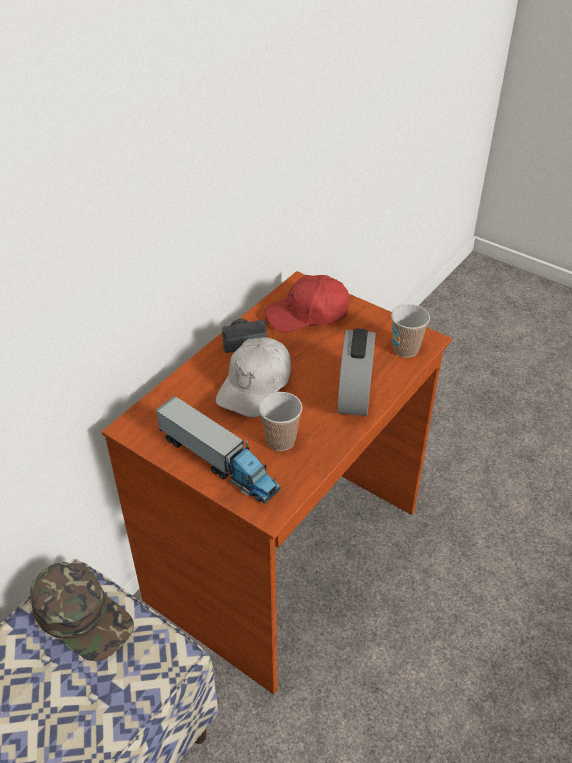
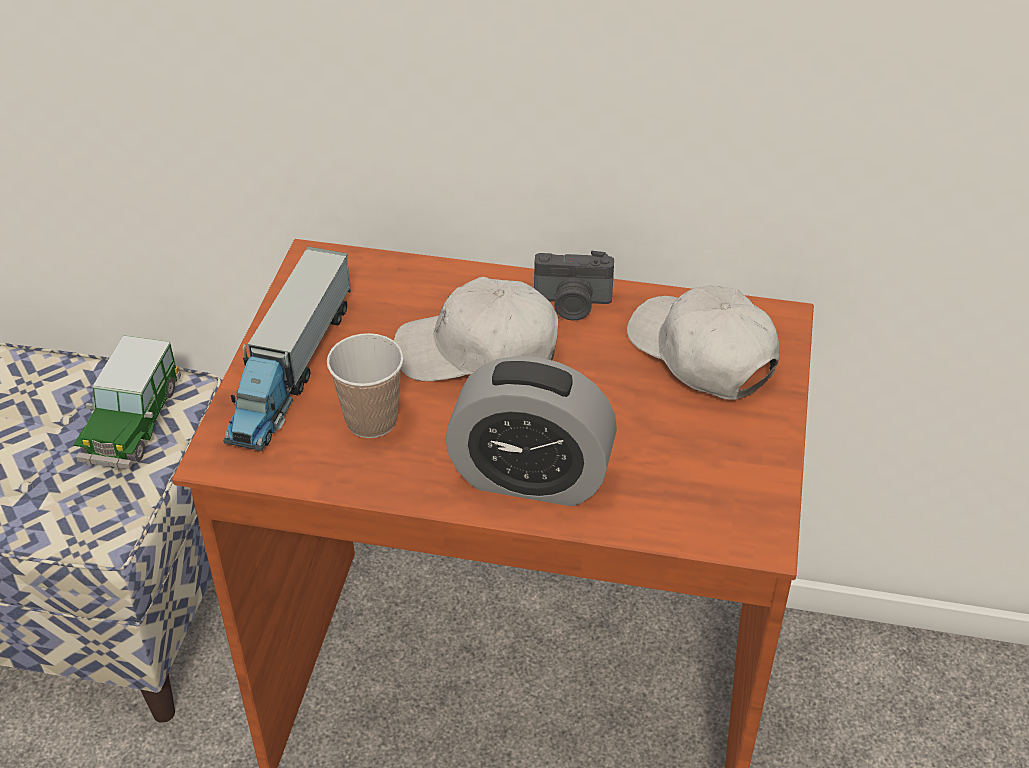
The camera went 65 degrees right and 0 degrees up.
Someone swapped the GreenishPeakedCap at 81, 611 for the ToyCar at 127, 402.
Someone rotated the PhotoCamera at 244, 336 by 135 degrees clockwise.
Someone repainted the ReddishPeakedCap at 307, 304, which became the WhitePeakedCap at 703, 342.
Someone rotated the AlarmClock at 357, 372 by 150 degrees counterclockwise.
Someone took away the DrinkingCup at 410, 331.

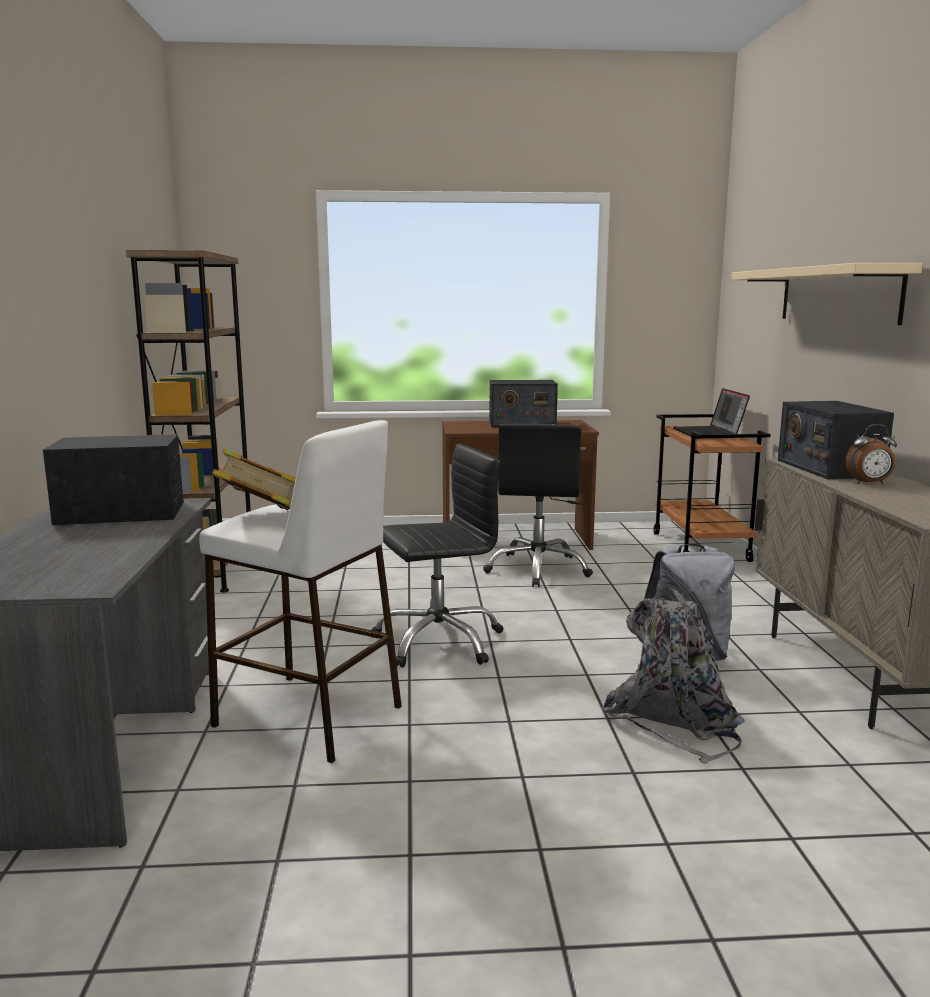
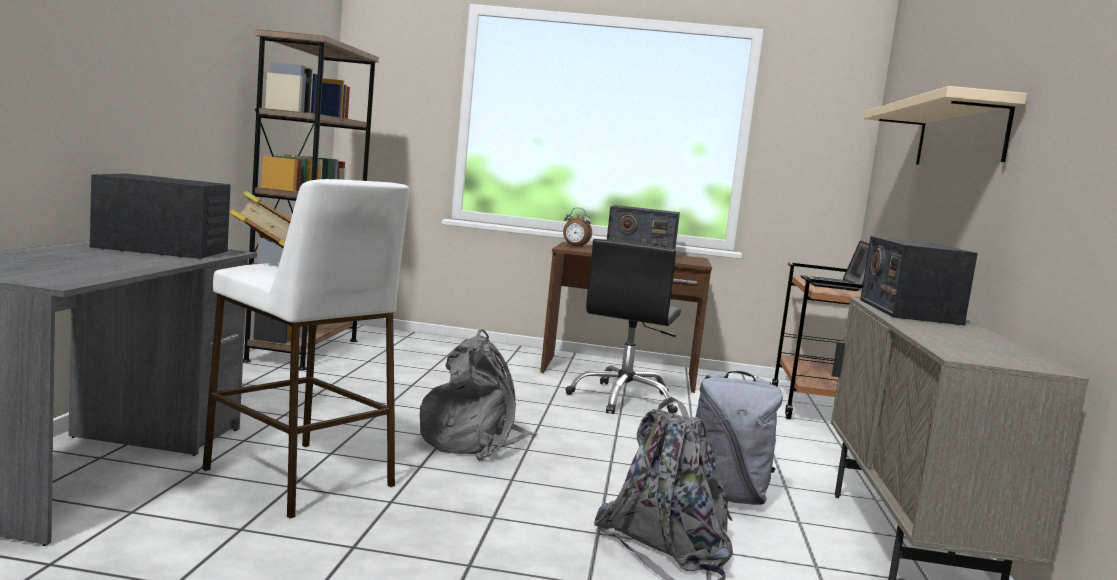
The camera went 10 degrees right and 5 degrees down.
Someone swapped the BlackColouredComputerChair at 437, 556 for the GrayBackpack at 479, 395.
Someone carried the AlarmClock from 871, 454 to 577, 228.

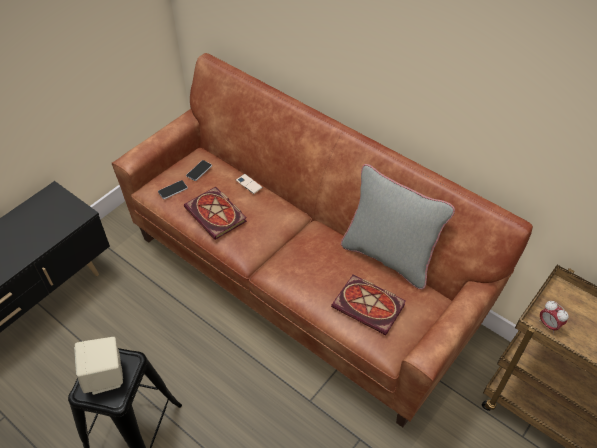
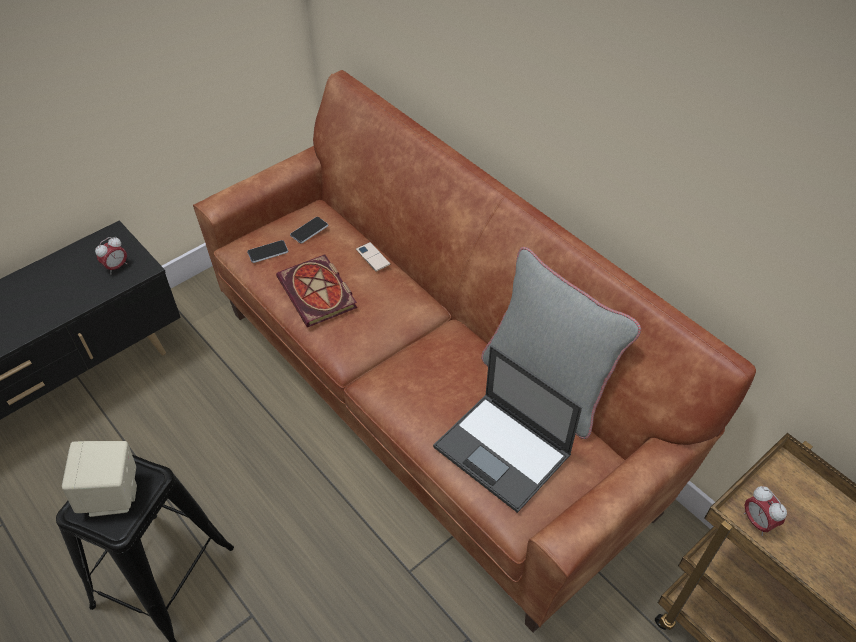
The camera went 10 degrees right and 0 degrees up.
Someone swapped the Volume at 368, 305 for the NotebookComputer at 507, 429.
Someone put down the AlarmClock at 111, 255.

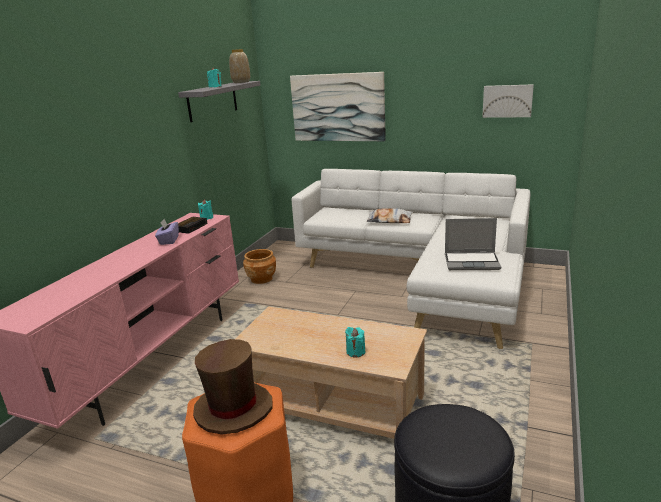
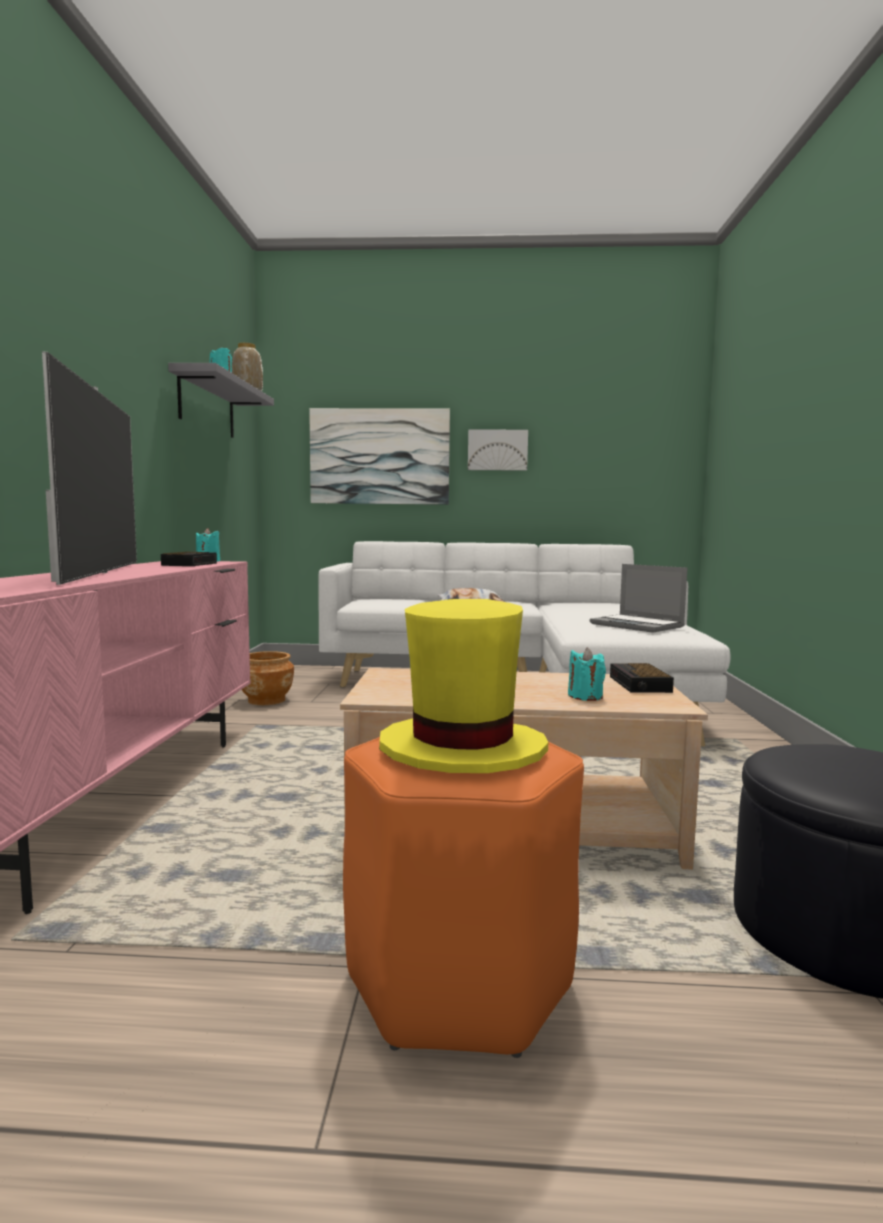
The camera went 20 degrees left and 15 degrees down.
Someone took away the PurpleTissueBox at 167, 232.
Someone repainted the BrownColouredClothingHat at 232, 387, which became the YellowColouredClothingHat at 463, 686.
Someone rotated the NotebookComputer at 473, 244 by 60 degrees clockwise.
Someone carried the WallArt from 508, 101 to 498, 450.
Someone put down the Tv at 89, 468.
Someone put down the AlarmClock at 642, 678.

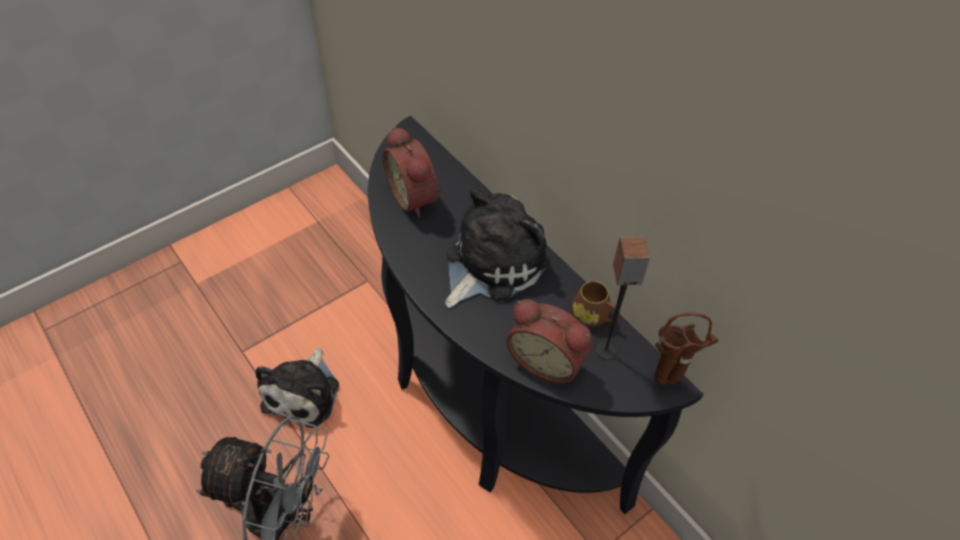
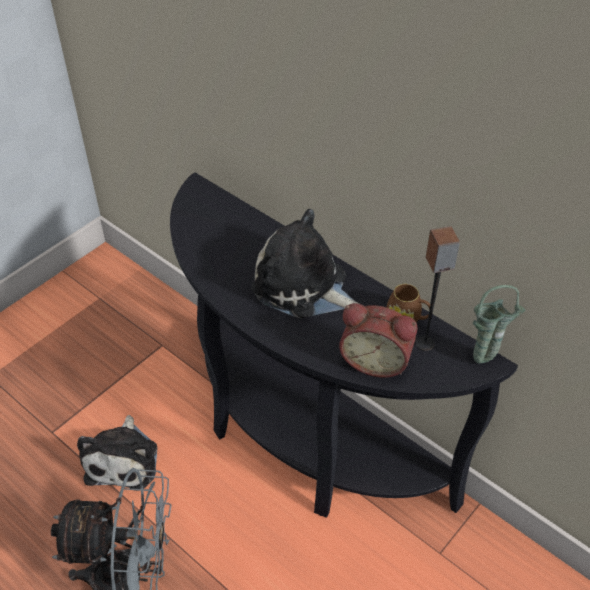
The camera went 10 degrees left and 5 degrees down.
Someone took away the AlarmClock at 411, 171.
Someone rotated the CuddlyToy at 497, 248 by 90 degrees counterclockwise.
Someone repainted the BrownColouredDecorativeVase at 686, 348, which became the GreenishDecorativeVase at 499, 324.

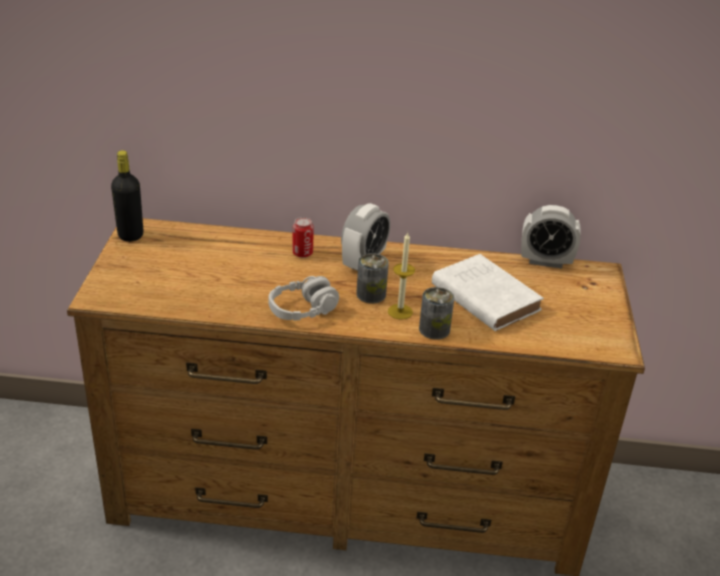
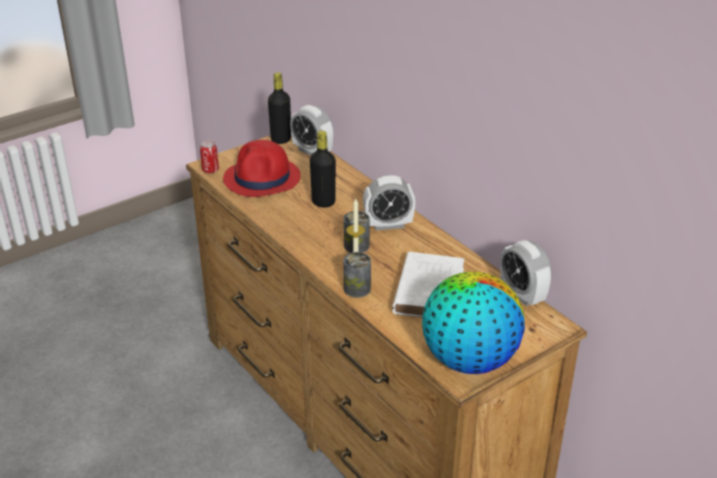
The camera went 50 degrees right and 0 degrees up.
Someone took away the GrayHeadset at 304, 298.
Someone carried the Can from 303, 237 to 209, 157.
Someone put down the ReddishClothingHat at 262, 168.
Someone put down the AlarmClock at 311, 130.
Someone put down the BlackColouredBottle at 323, 169.
Someone put down the Globe at 473, 323.

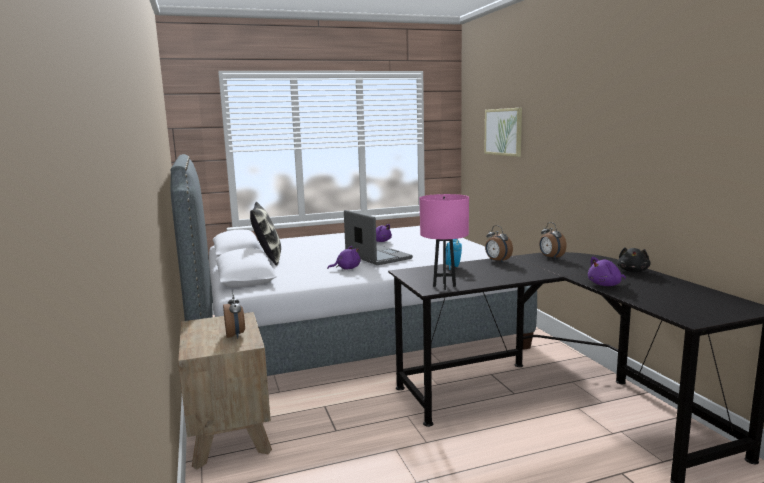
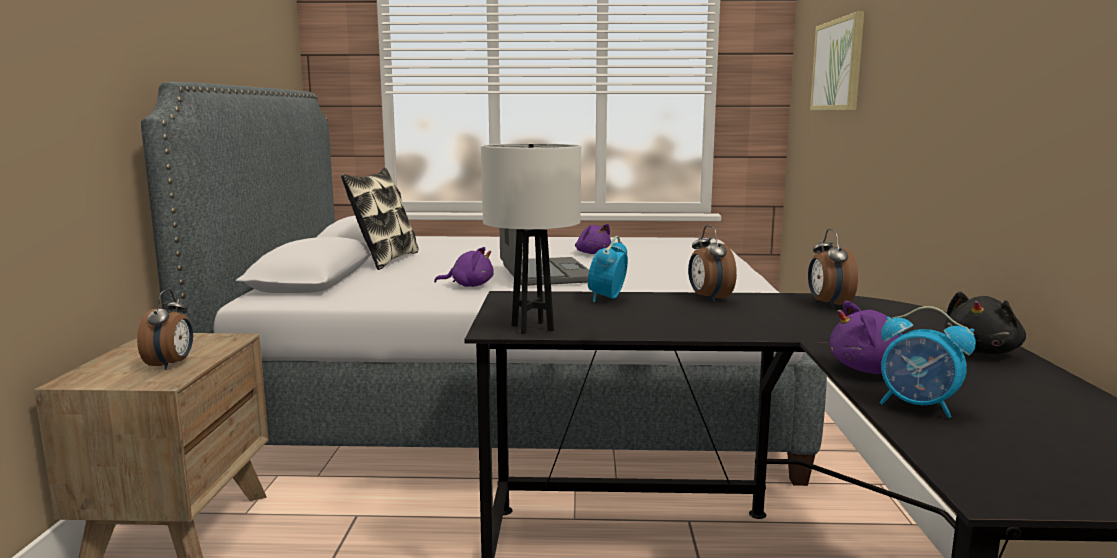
The camera went 20 degrees right and 0 degrees up.
Someone repainted the PinkishTableLamp at 444, 242, which became the WhiteTableLamp at 531, 239.
Someone put down the AlarmClock at 928, 362.

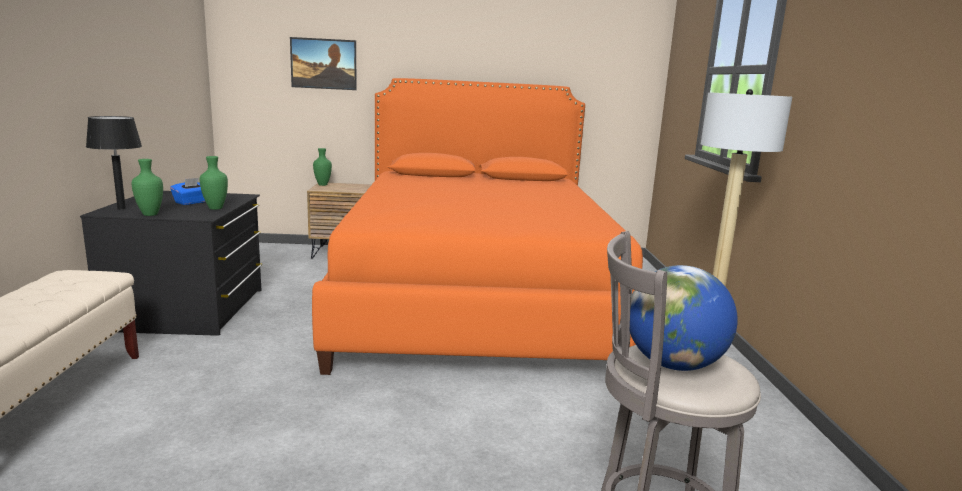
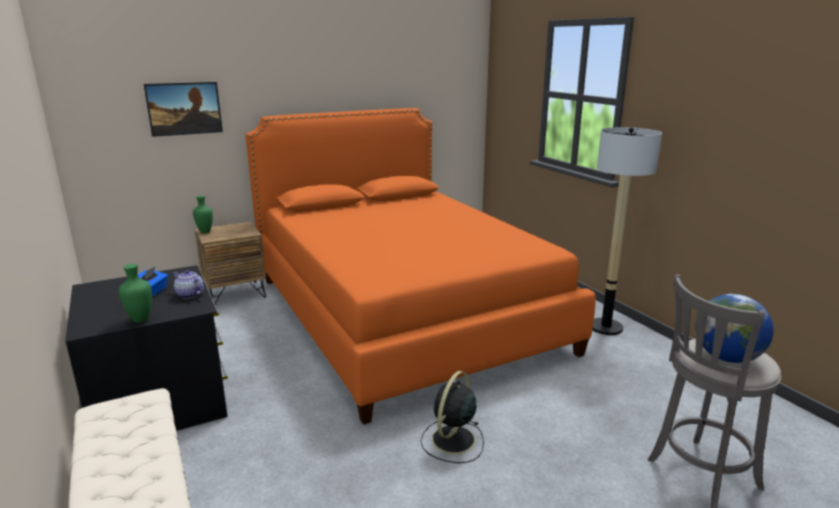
The camera went 25 degrees left and 5 degrees up.
Someone took away the BlackColouredTableLamp at 114, 163.
Someone swapped the GreenishDecorativeVase at 214, 183 for the PotForTea at 188, 284.
Someone put down the BlackColouredElectricFan at 452, 417.

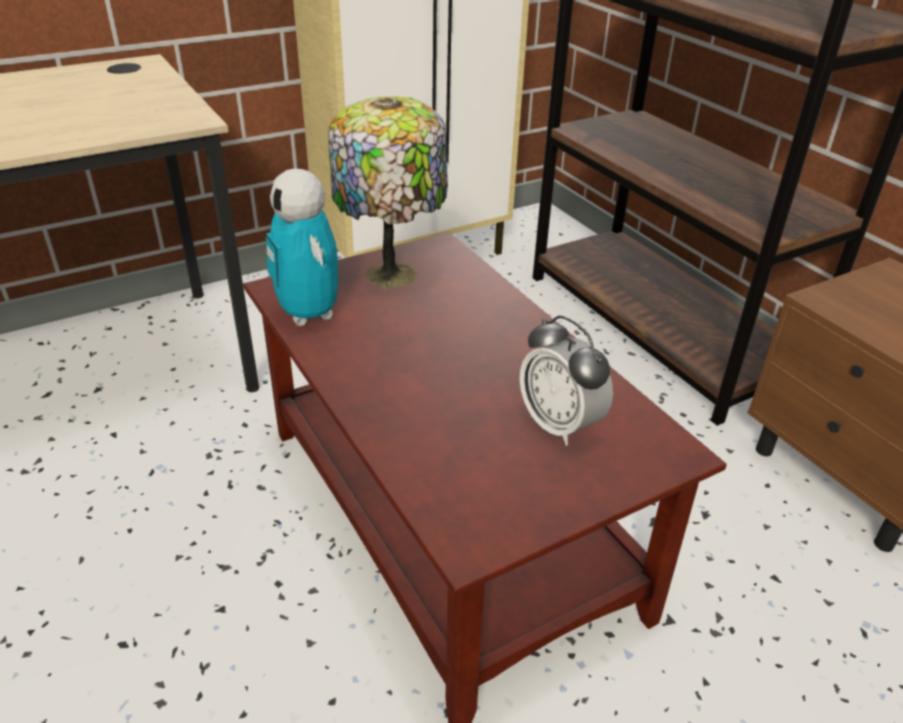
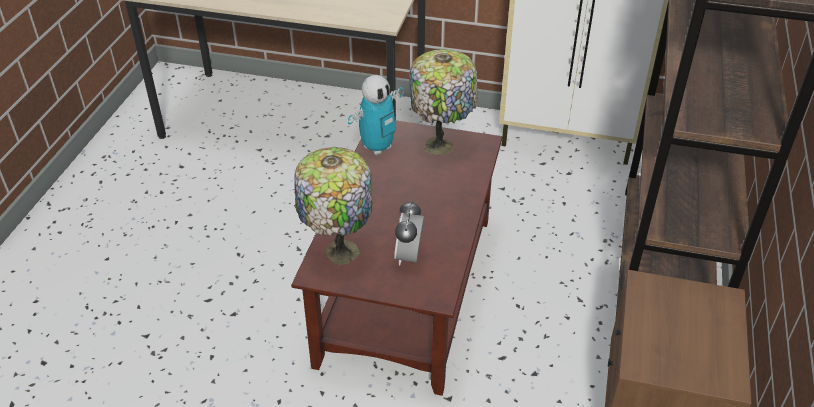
The camera went 45 degrees right and 5 degrees up.
Someone rotated the ToyRobot at 302, 247 by 150 degrees counterclockwise.
Someone put down the TableLamp at 333, 206.

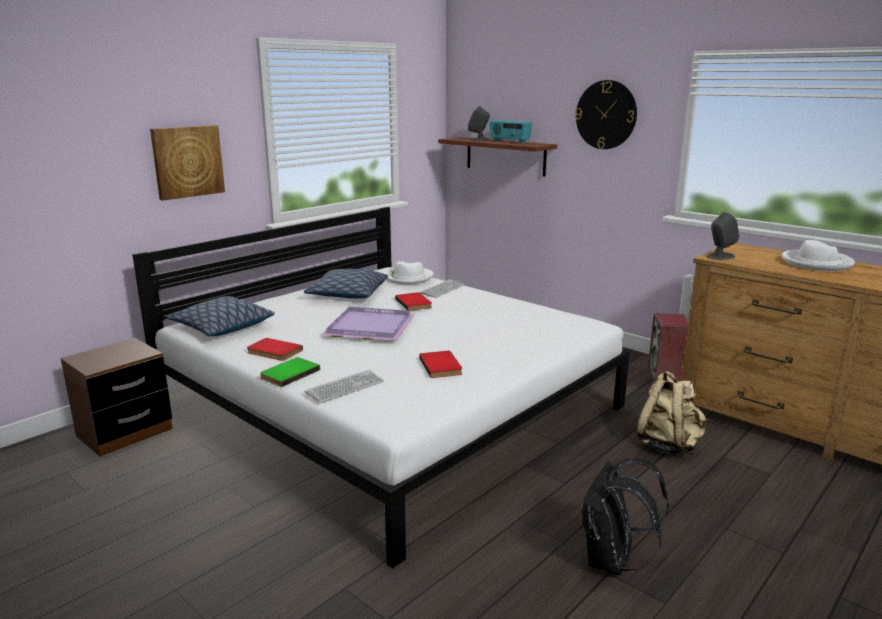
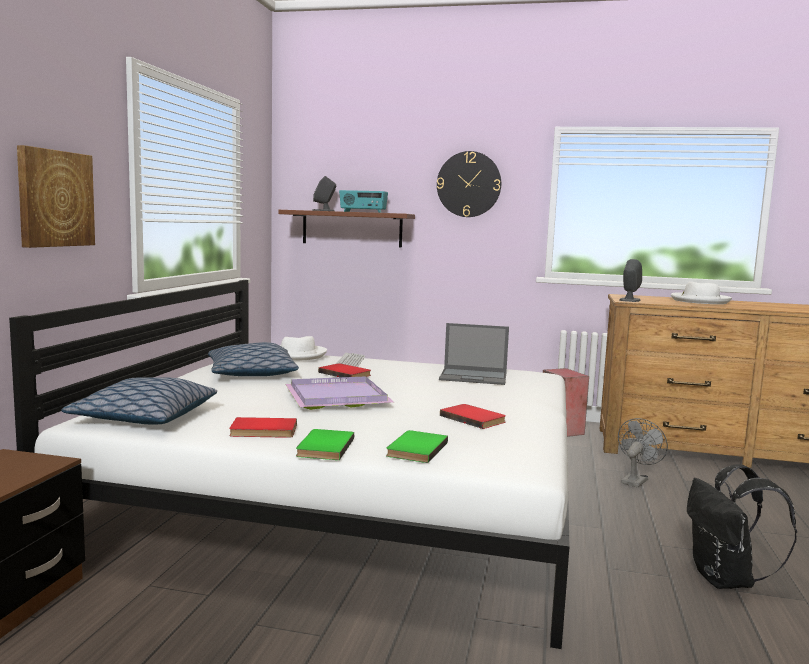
The camera went 30 degrees left and 10 degrees down.
Someone swapped the PcKeyboard at 344, 387 for the GreenishVolume at 417, 446.
Someone swapped the BeigeBackpack at 671, 413 for the GrayElectricFan at 643, 453.
Someone put down the NotebookComputer at 474, 354.

